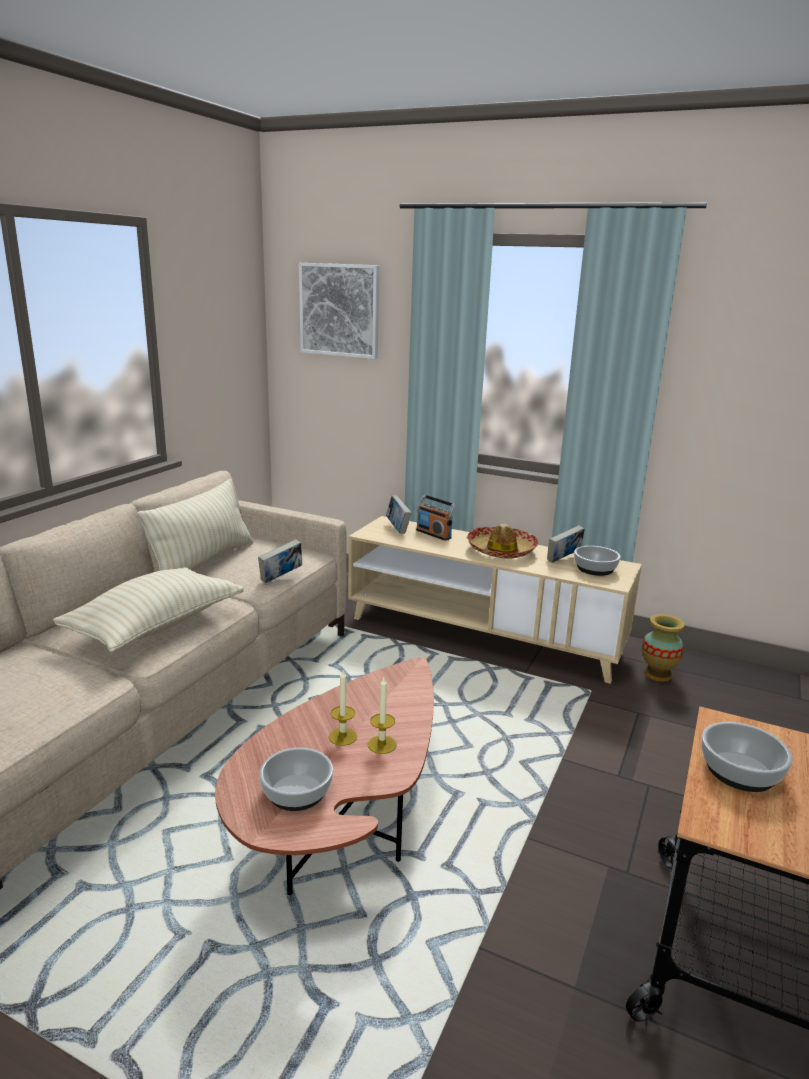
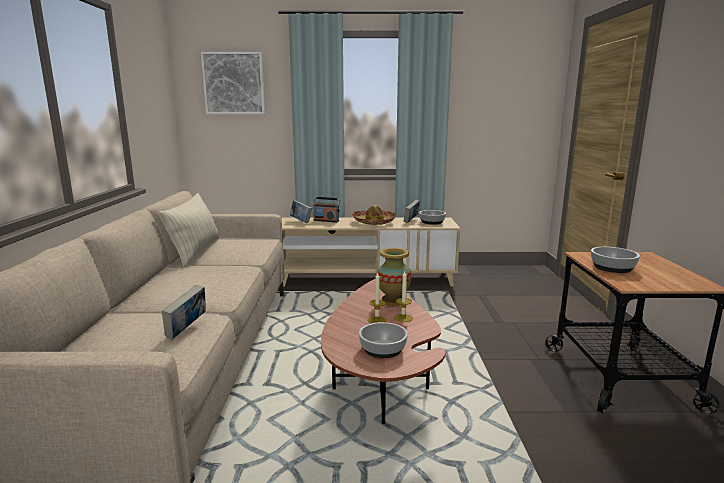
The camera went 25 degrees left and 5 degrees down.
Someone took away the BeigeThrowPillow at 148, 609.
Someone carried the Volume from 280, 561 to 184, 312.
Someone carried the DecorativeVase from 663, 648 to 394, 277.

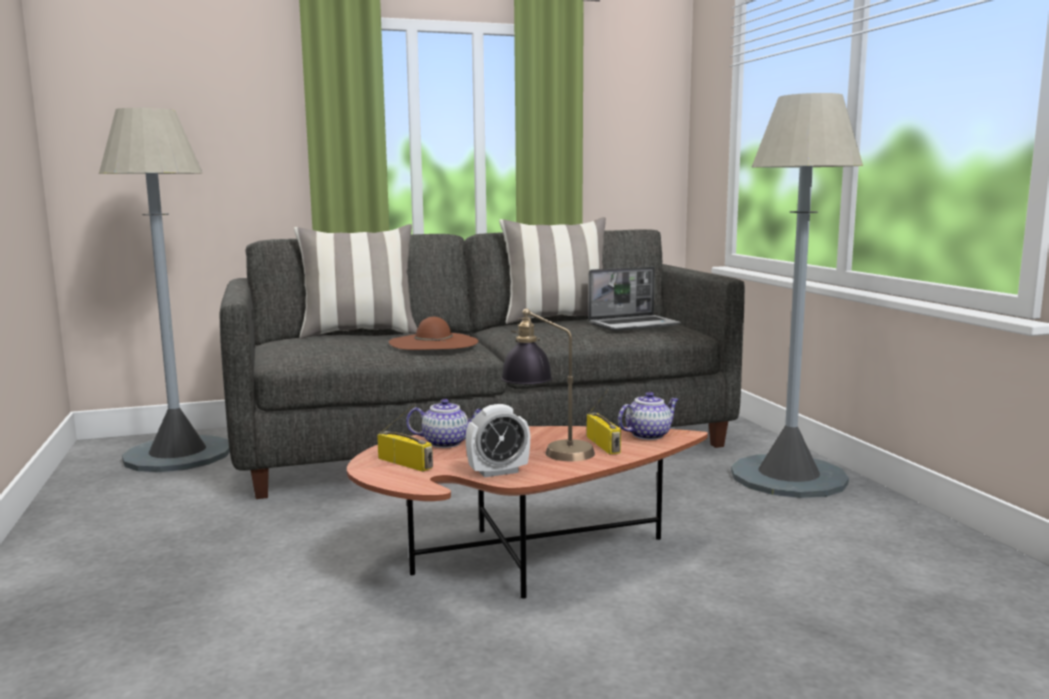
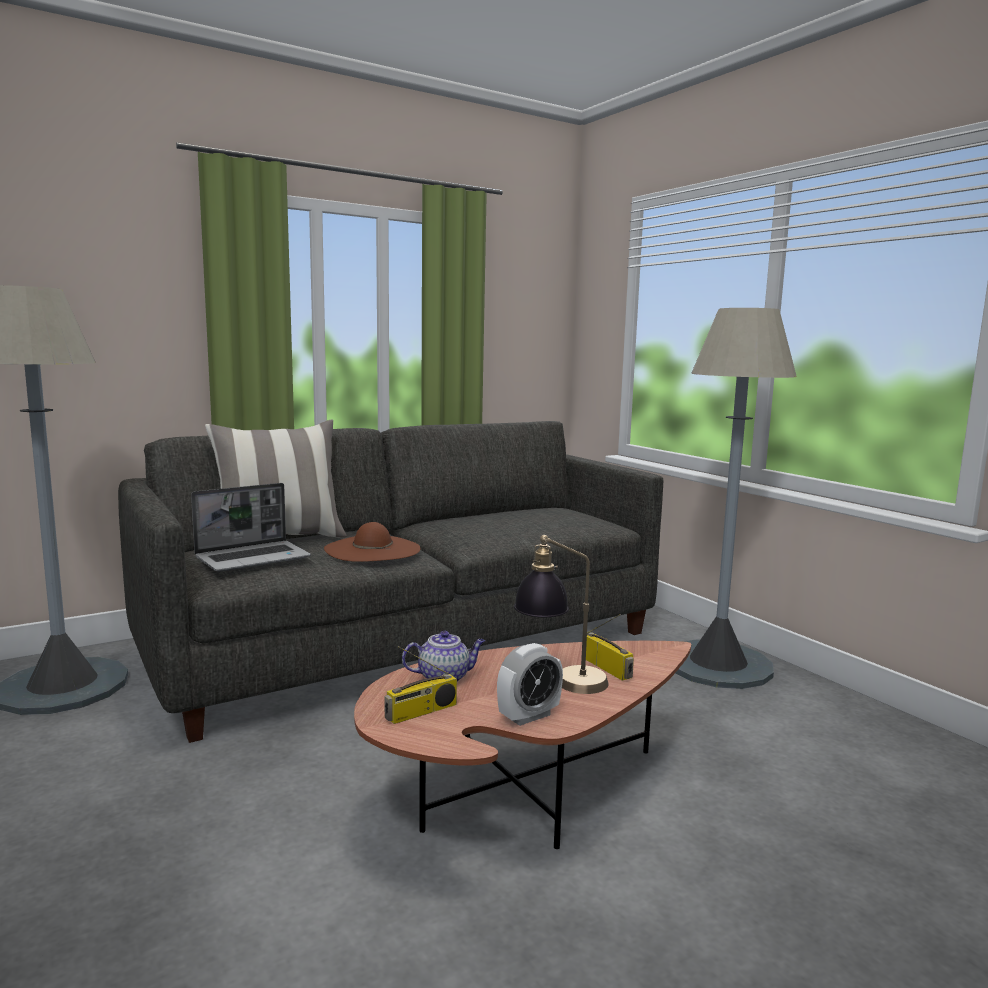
The camera went 15 degrees left and 0 degrees up.
Someone rotated the RadioSet at 405, 438 by 120 degrees clockwise.
Someone took away the ThrowPillow at 552, 270.
Someone carried the NotebookComputer from 634, 298 to 251, 527.
Someone took away the PotForTea at 648, 416.

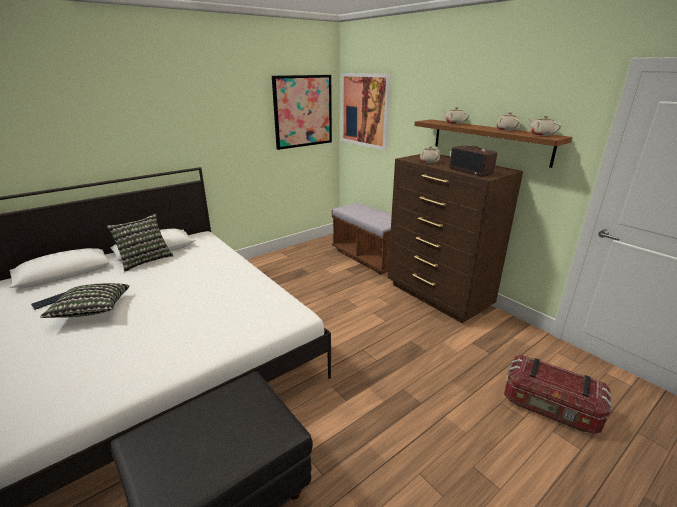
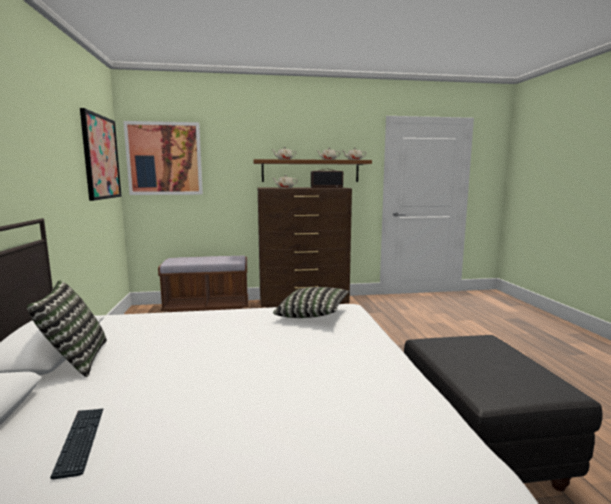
The camera went 60 degrees left and 15 degrees down.
Someone carried the ThrowPillow from 84, 300 to 311, 302.
Someone took away the StorageContainer at 558, 394.

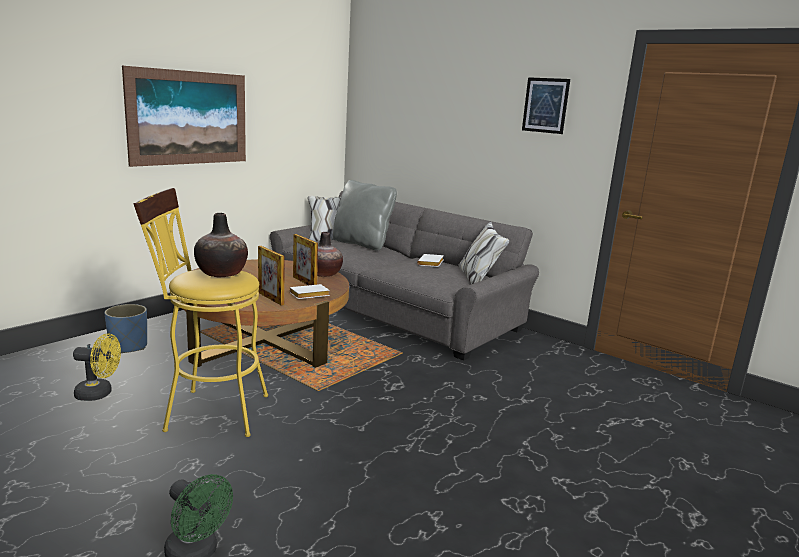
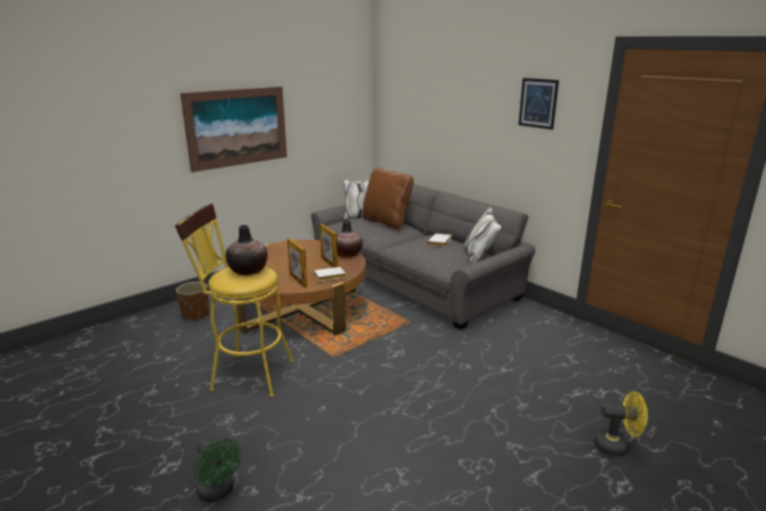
The camera went 10 degrees right and 5 degrees up.
Someone carried the YellowColouredElectricFan from 97, 367 to 621, 423.
Someone repainted the BluePlanter at 125, 328, which became the BrownColouredPlanter at 193, 301.
Someone repainted the GrayThrowPillow at 365, 215, which became the BrownColouredThrowPillow at 388, 198.

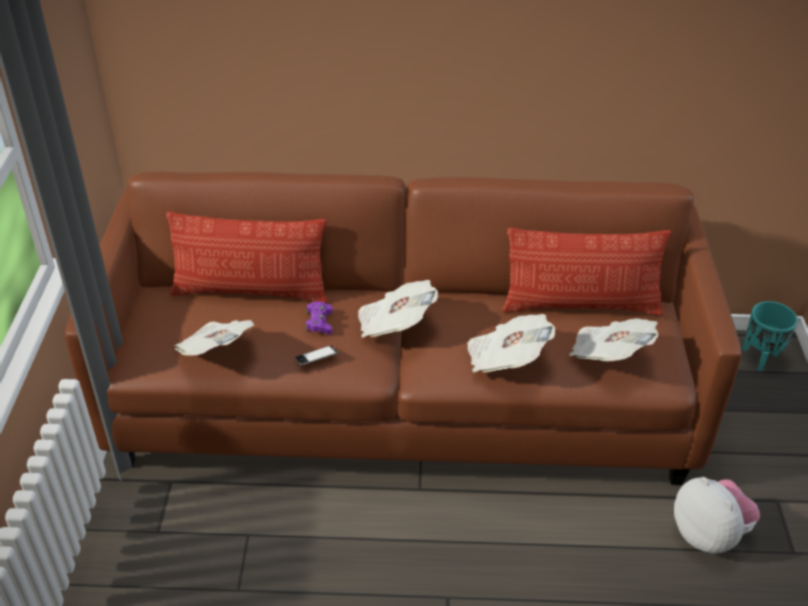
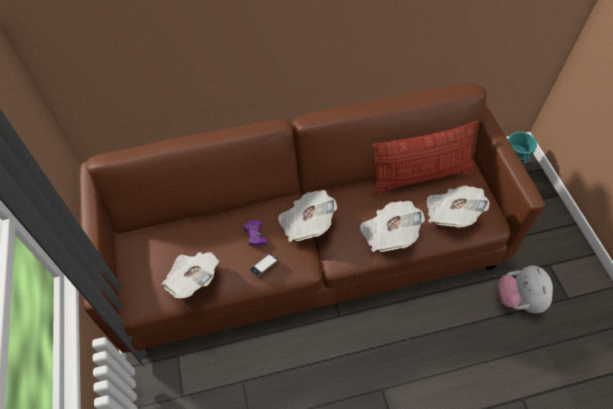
The camera went 15 degrees left and 15 degrees up.
Someone took away the ThrowPillow at 247, 257.
Someone rotated the CuddlyToy at 717, 515 by 135 degrees counterclockwise.

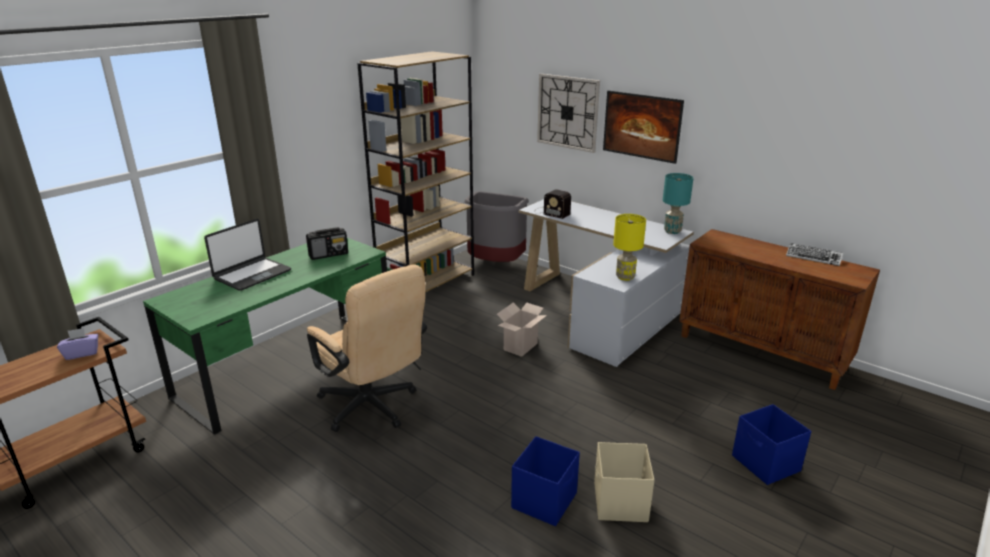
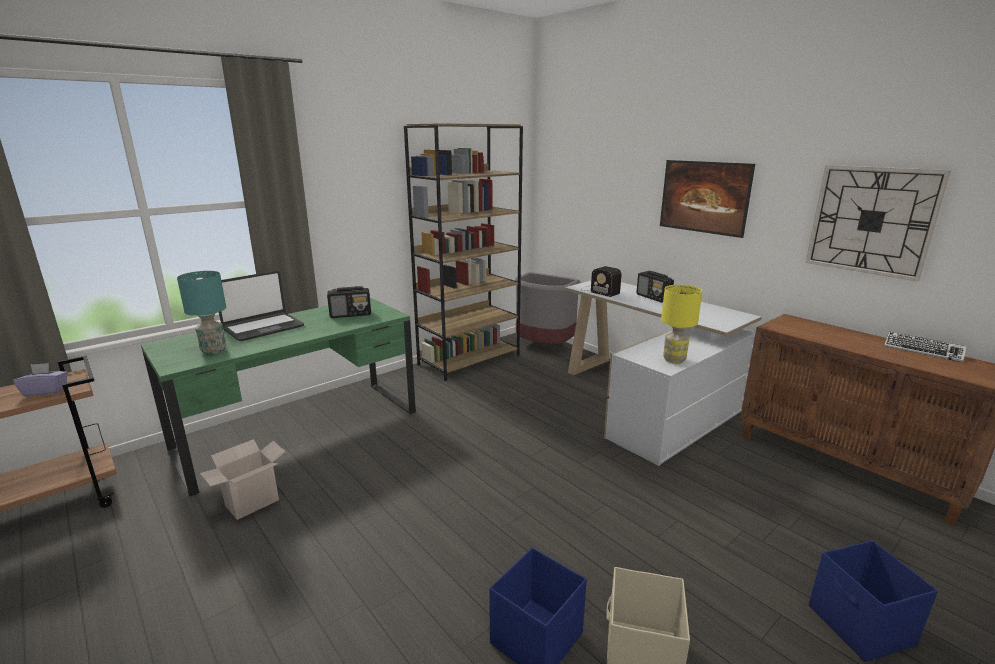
The camera went 10 degrees right and 5 degrees down.
Someone took away the BeigeComputerChair at 367, 348.
Someone carried the Carton from 522, 329 to 243, 479.
Someone carried the ClockOnTheWall from 568, 113 to 878, 223.
Someone carried the BlueGreenTableLamp from 678, 203 to 201, 313.
Someone put down the RadioSet at 655, 287.

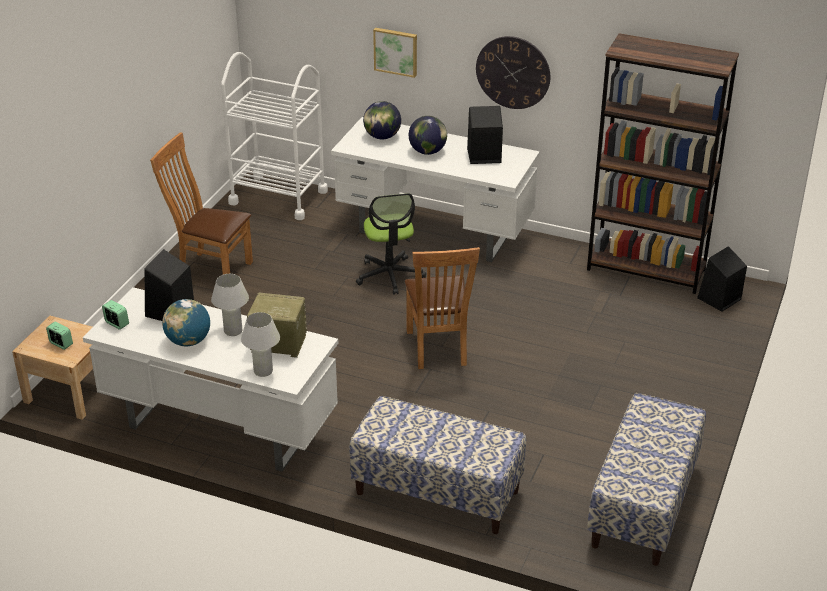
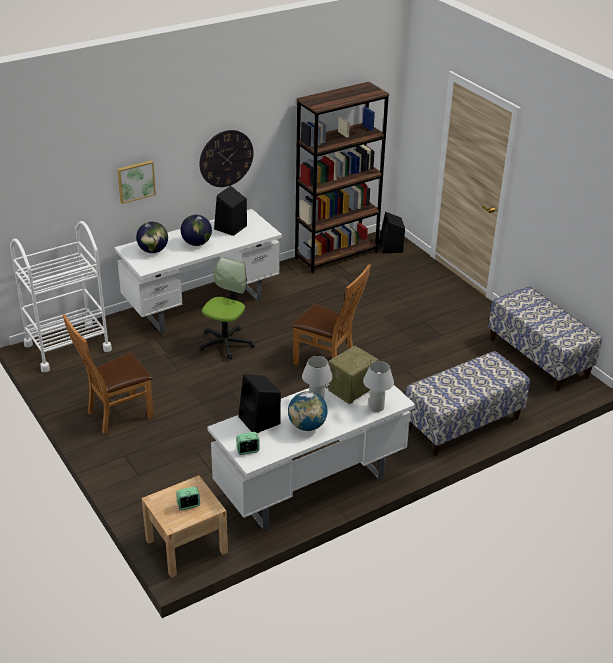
The camera went 55 degrees left and 0 degrees up.
Someone rotated the ComputerChair at 391, 244 by 90 degrees counterclockwise.

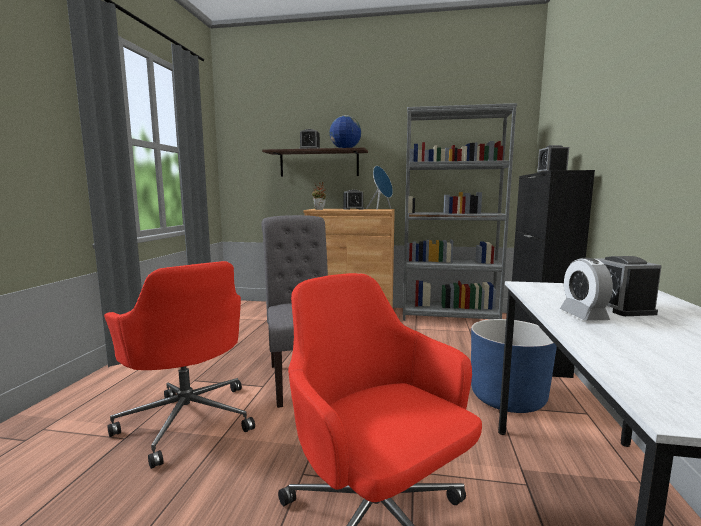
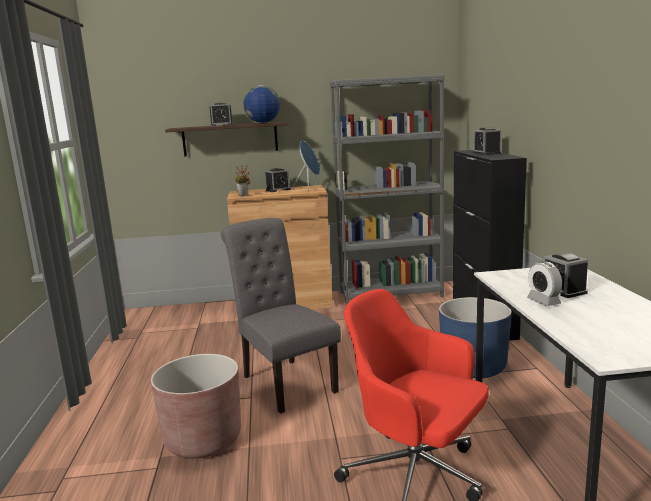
The camera went 15 degrees left and 5 degrees up.
Someone swapped the ReddishComputerChair at 179, 365 for the BrownColouredPlanter at 196, 406.

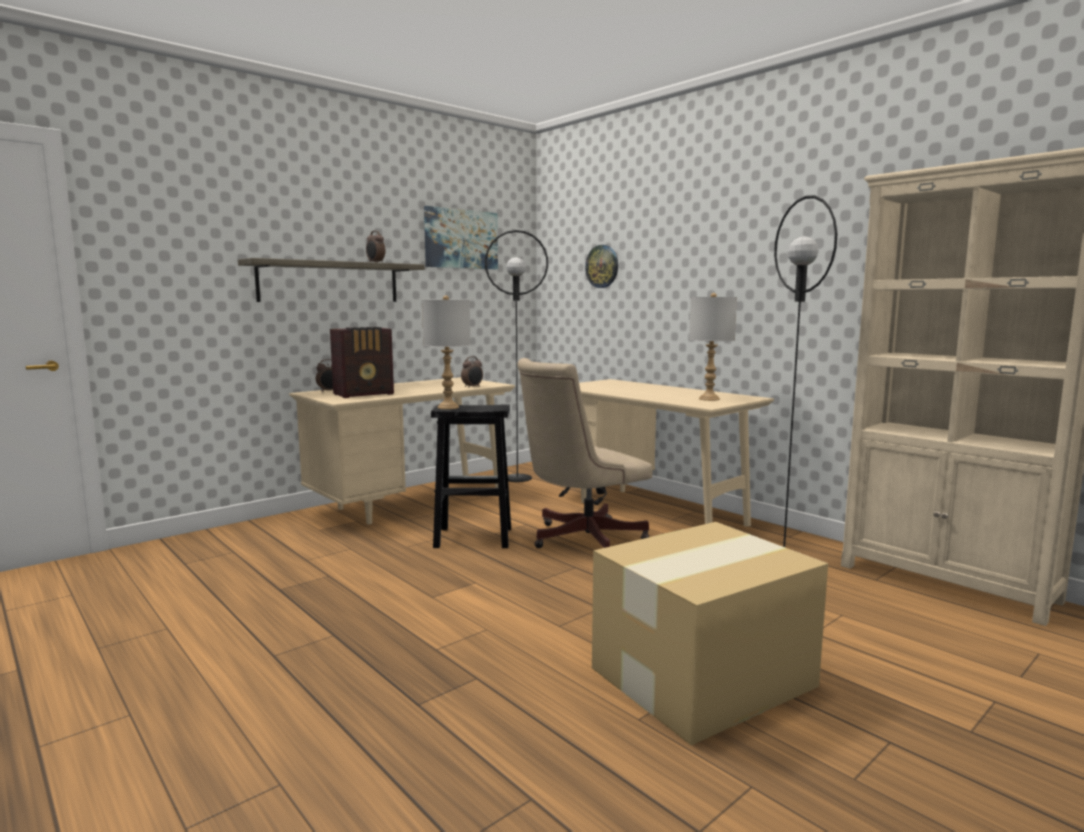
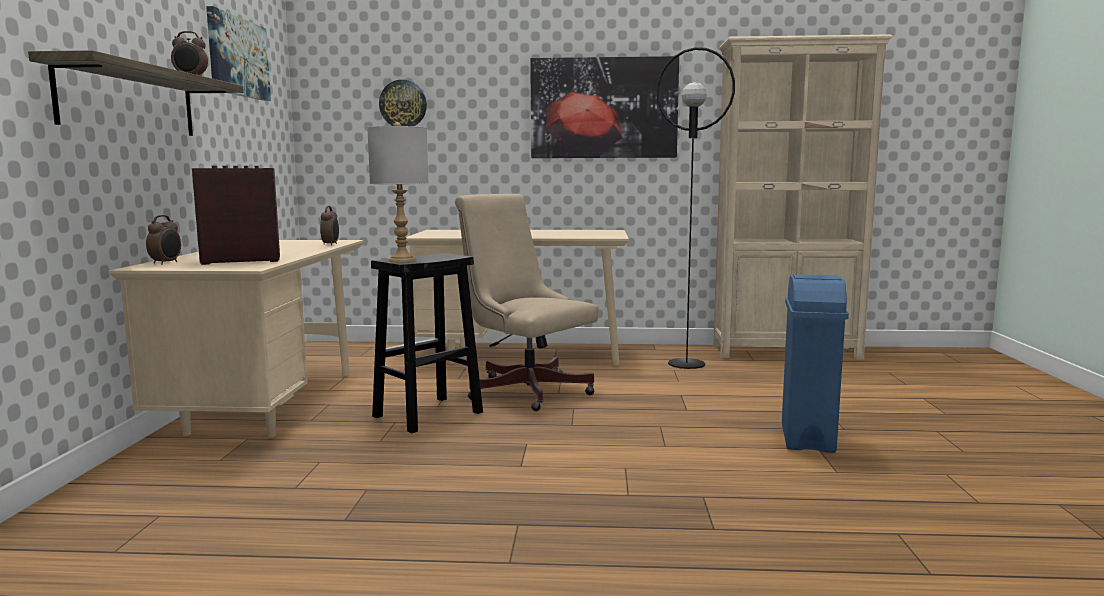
The camera went 45 degrees left and 0 degrees up.
Someone rotated the RadioSet at 362, 362 by 120 degrees counterclockwise.
Someone took away the BlackColouredFloorLamp at 516, 356.
Someone rotated the BeigeComputerChair at 584, 453 by 120 degrees clockwise.
Someone swapped the Carton at 710, 633 for the BlueWasteBin at 815, 363.
Someone took away the GrayTableLamp at 713, 347.
Someone put up the WallArt at 604, 107.

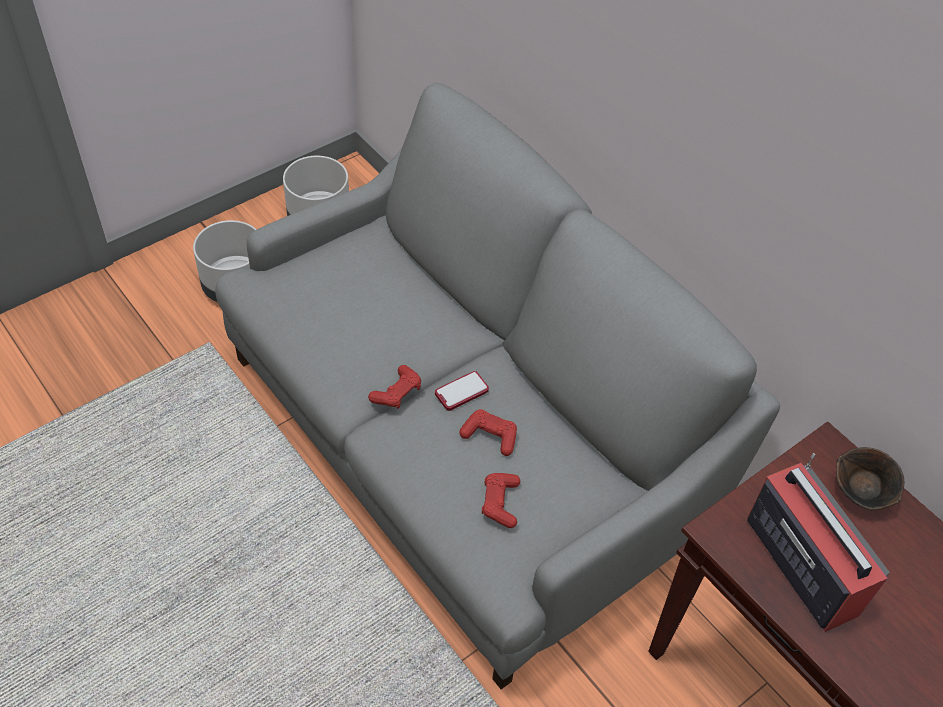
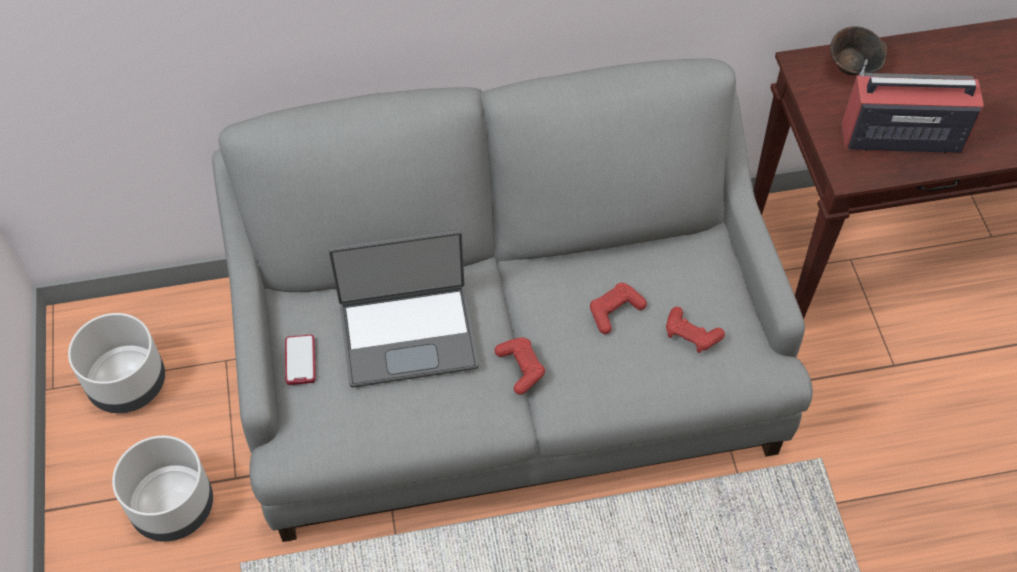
The camera went 60 degrees left and 5 degrees up.
Someone carried the Telephone from 462, 391 to 300, 360.
Someone put down the NotebookComputer at 404, 308.

